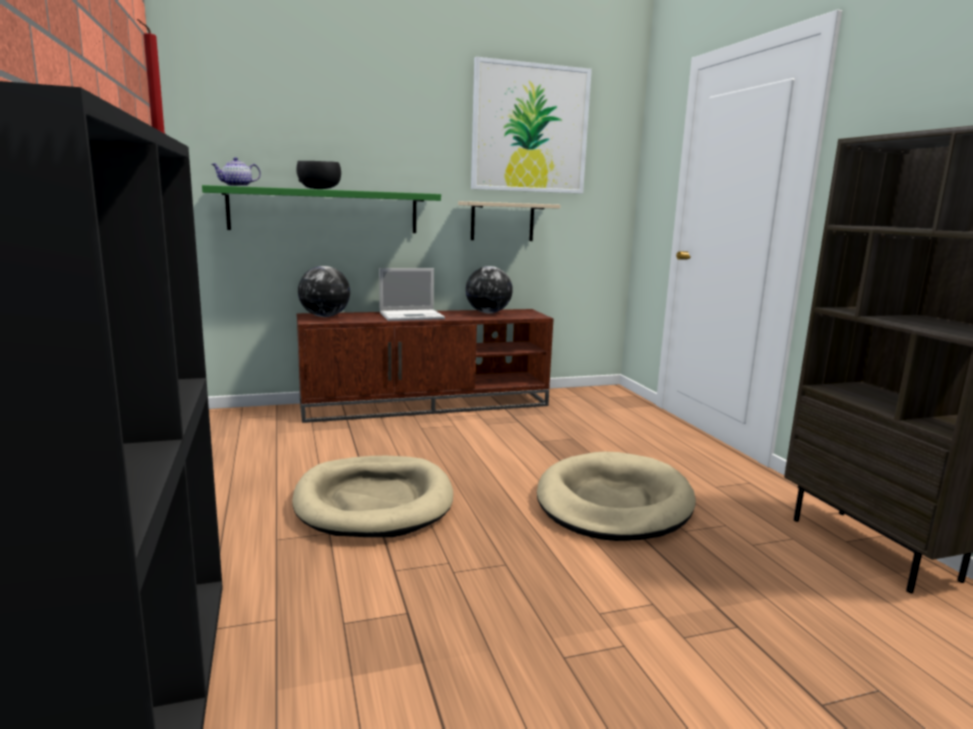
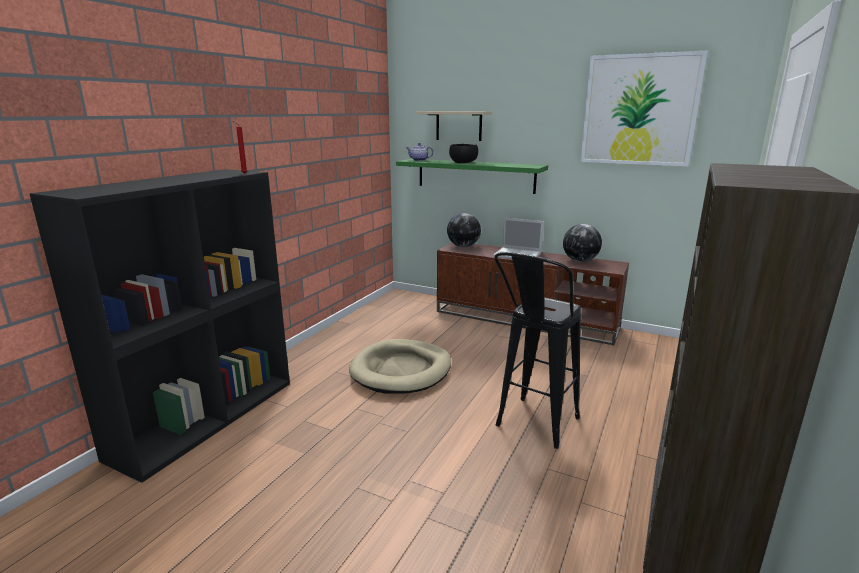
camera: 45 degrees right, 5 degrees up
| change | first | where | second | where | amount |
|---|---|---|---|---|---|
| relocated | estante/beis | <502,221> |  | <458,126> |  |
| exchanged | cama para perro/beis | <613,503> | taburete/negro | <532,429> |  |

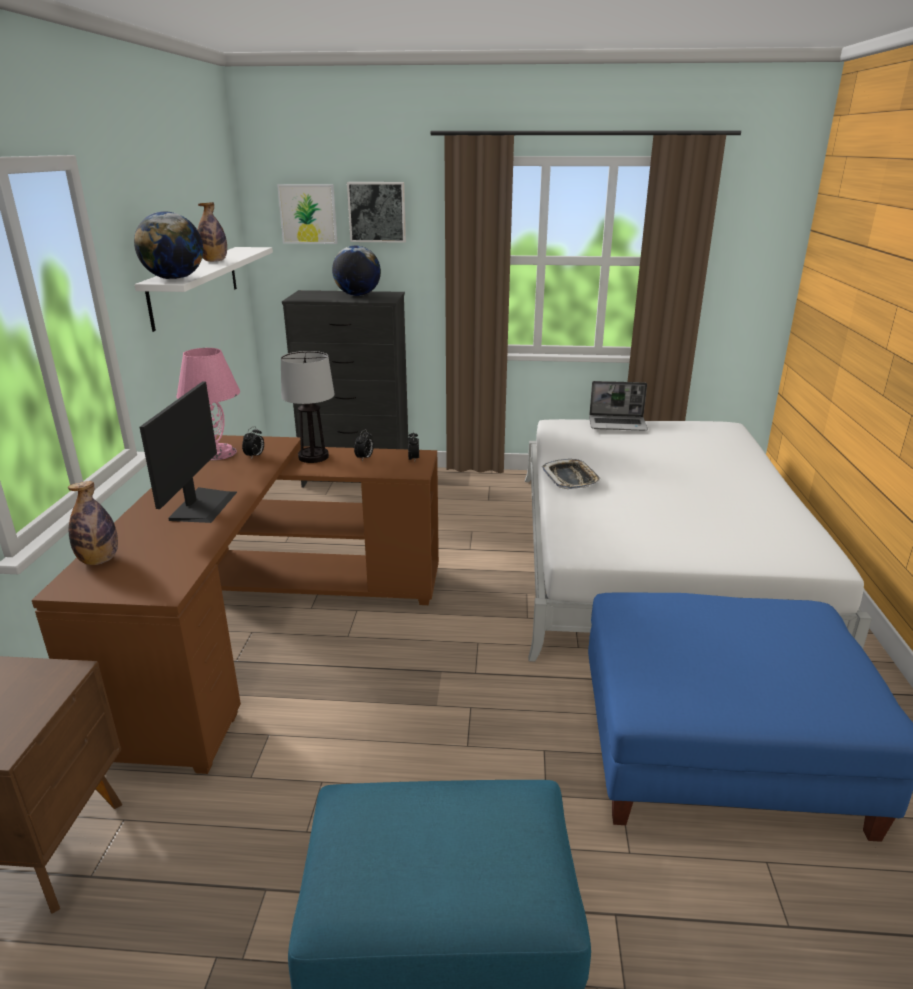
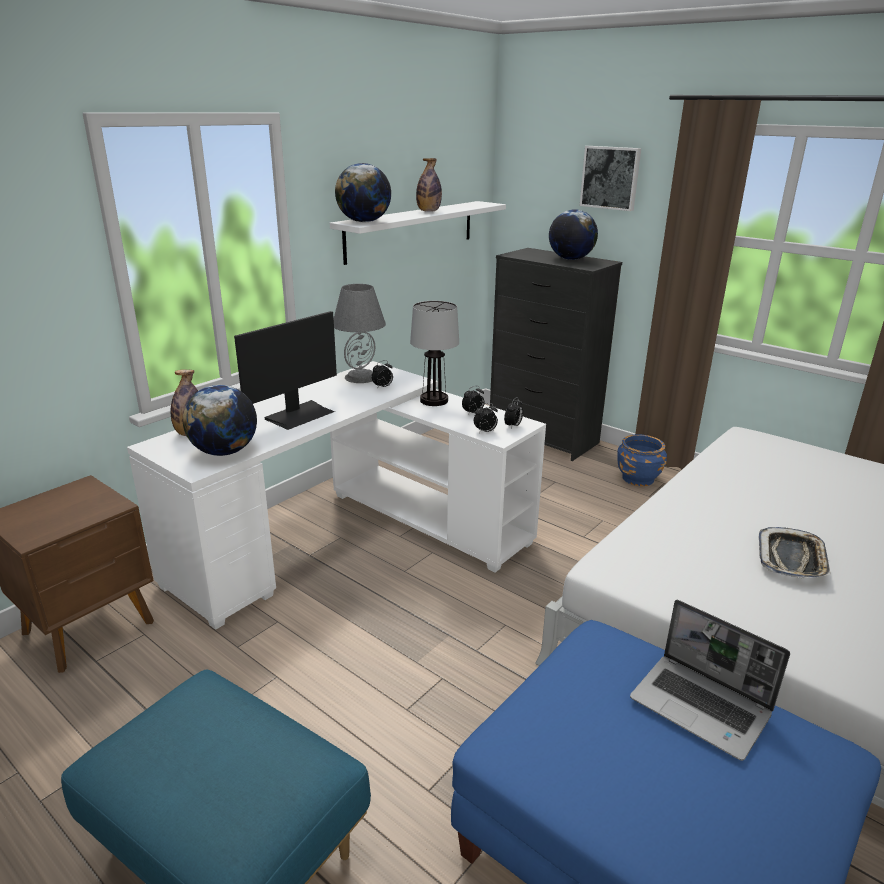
camera: 35 degrees right, 0 degrees up
| change | first | where | second | where | amount |
|---|---|---|---|---|---|
| missing | cuadro | <308,214> |  |  |  |
| appeared |  |  | globo terráqueo | <224,452> |  |
| appeared |  |  | despertador | <485,431> |  |
| appeared |  |  | maceta/azul | <638,478> |  |
| relocated | bandeja | <570,478> |  | <792,558> |  |
| relocated | portátil | <618,424> |  | <702,707> |  |
| colour | escritorio/marrón | <264,627> | escritorio/blanco | <352,538> |  |
| colour | lámpara de mesa/rosa | <217,453> | lámpara de mesa/gris | <361,377> |  |

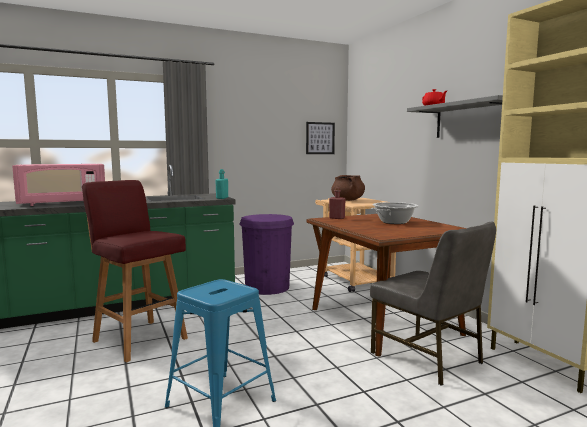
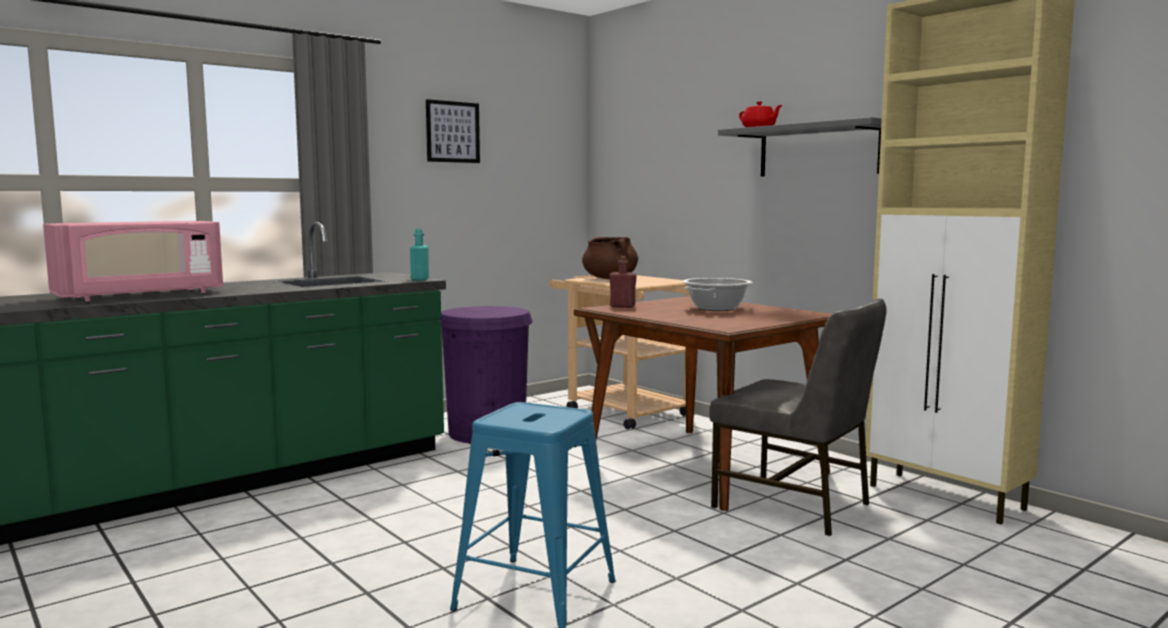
camera: 15 degrees left, 0 degrees up
| change | first | where | second | where | amount |
|---|---|---|---|---|---|
| missing | taburete/rojo | <139,339> |  |  |  |
| relocated | cuadro | <320,138> |  | <452,132> |  |

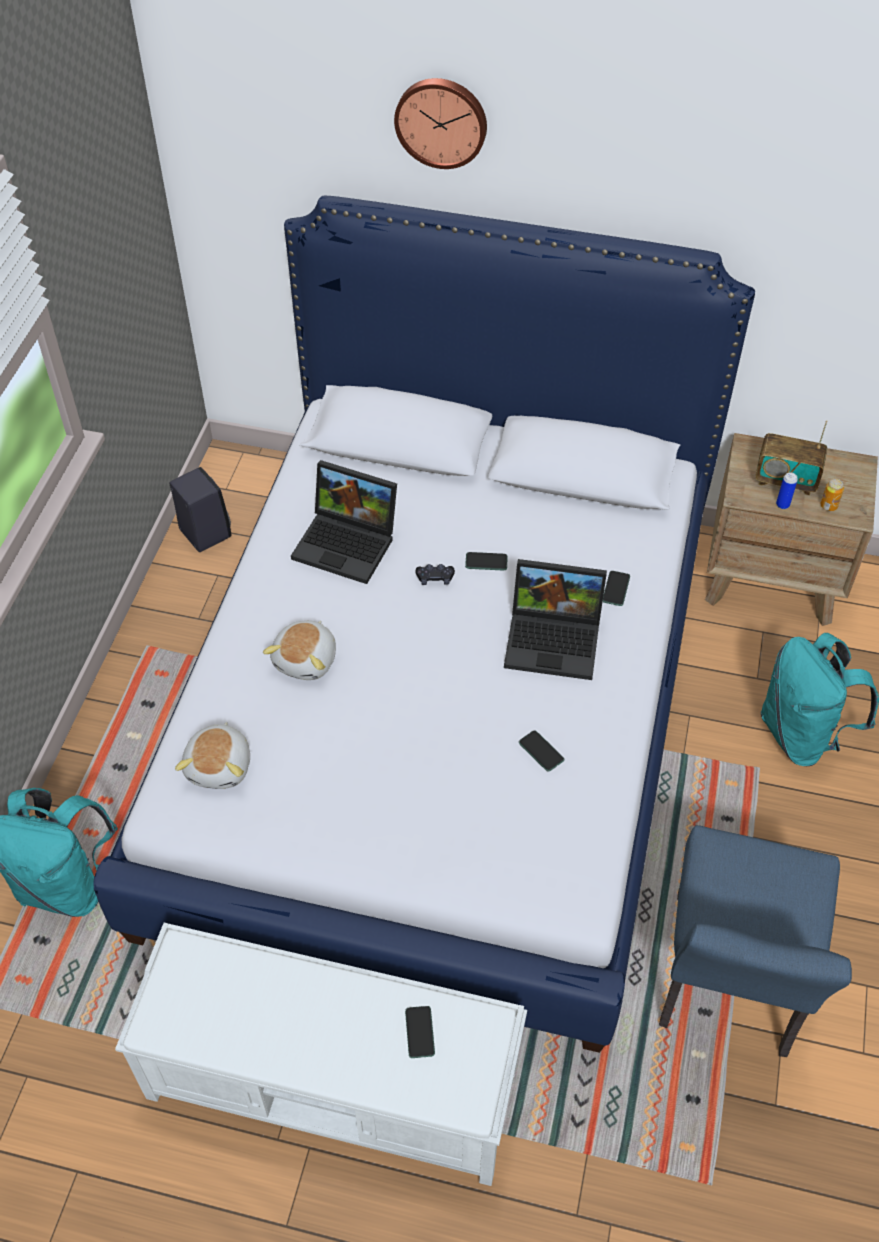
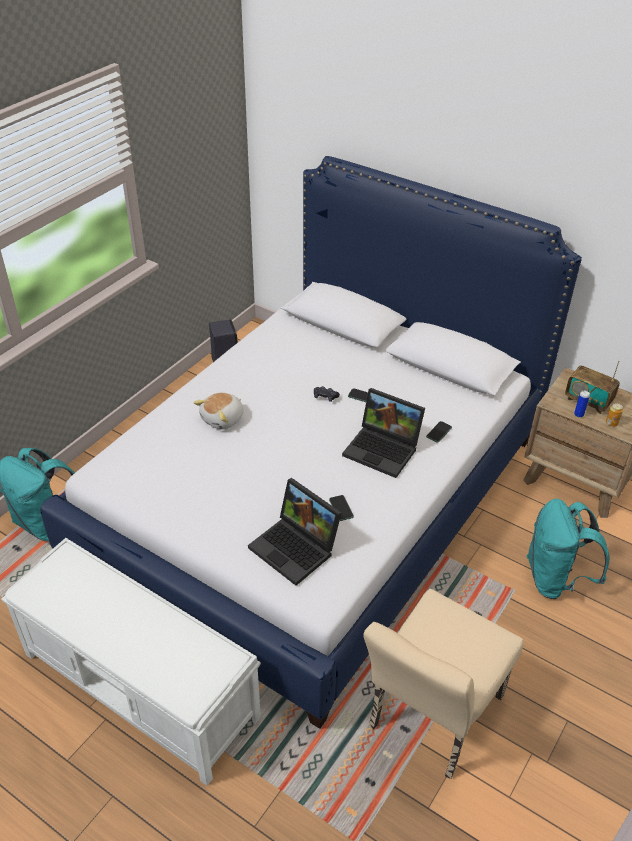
camera: 20 degrees right, 10 degrees down
| change | first | where | second | where | amount |
|---|---|---|---|---|---|
| missing | peluche | <220,766> |  |  |  |
| missing | reloj de pared | <441,121> |  |  |  |
| missing | móvil | <419,1032> |  |  |  |
| relocated | portátil | <348,543> |  | <296,548> |  |
| colour | silla/azul | <728,986> | silla/beis | <429,719> |  |

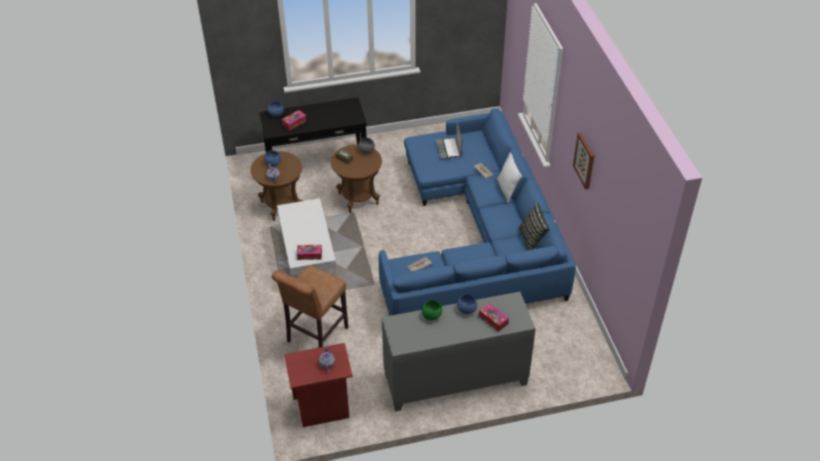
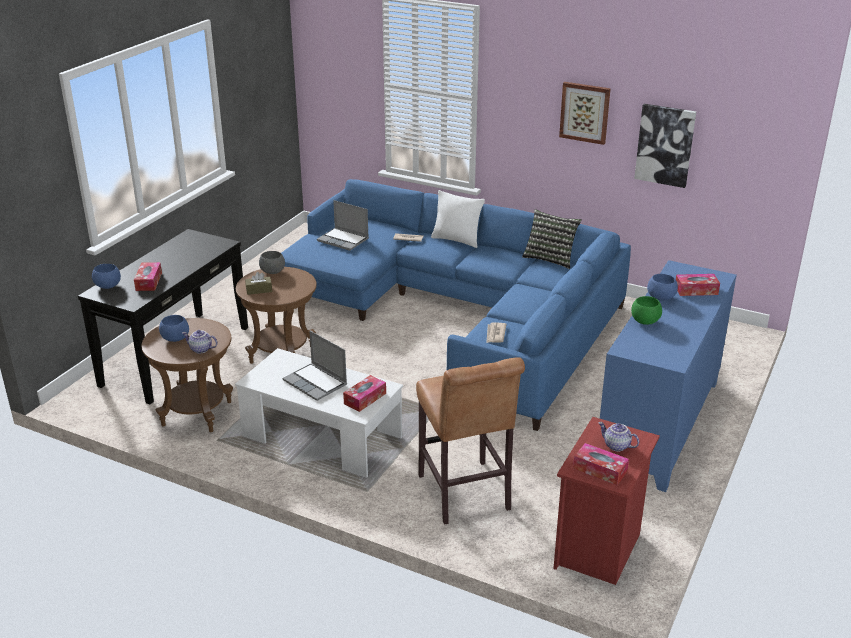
camera: 50 degrees left, 15 degrees down
| change | first | where | second | where | amount |
|---|---|---|---|---|---|
| appeared |  |  | portátil | <316,383> |  |
| appeared |  |  | caja de pañuelos | <600,470> |  |
| appeared |  |  | cuadro | <665,145> |  |
| colour | armario/gris | <455,380> | armario/azul | <660,425> |  |

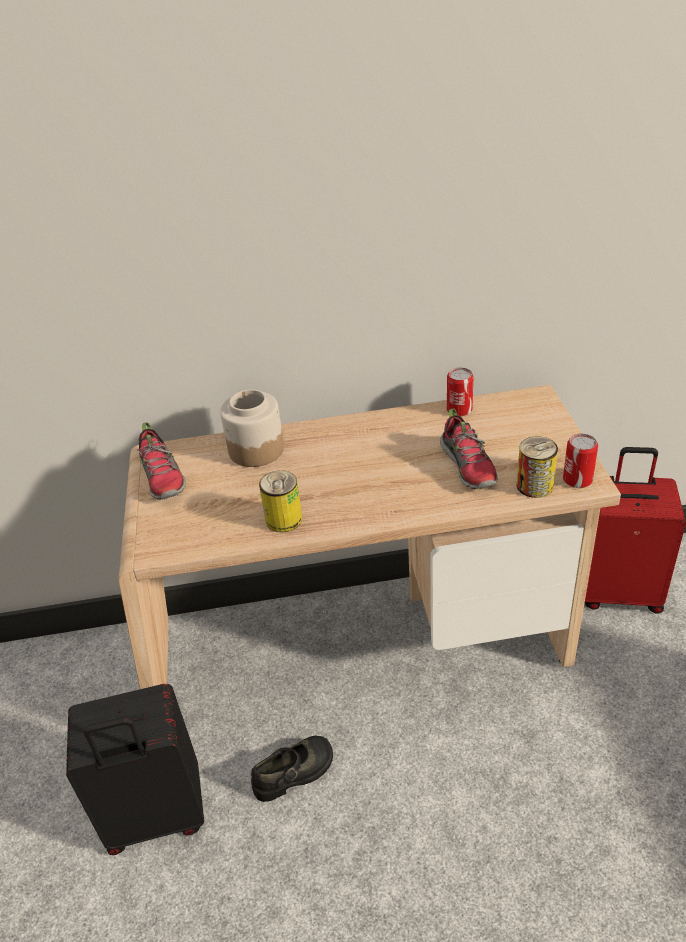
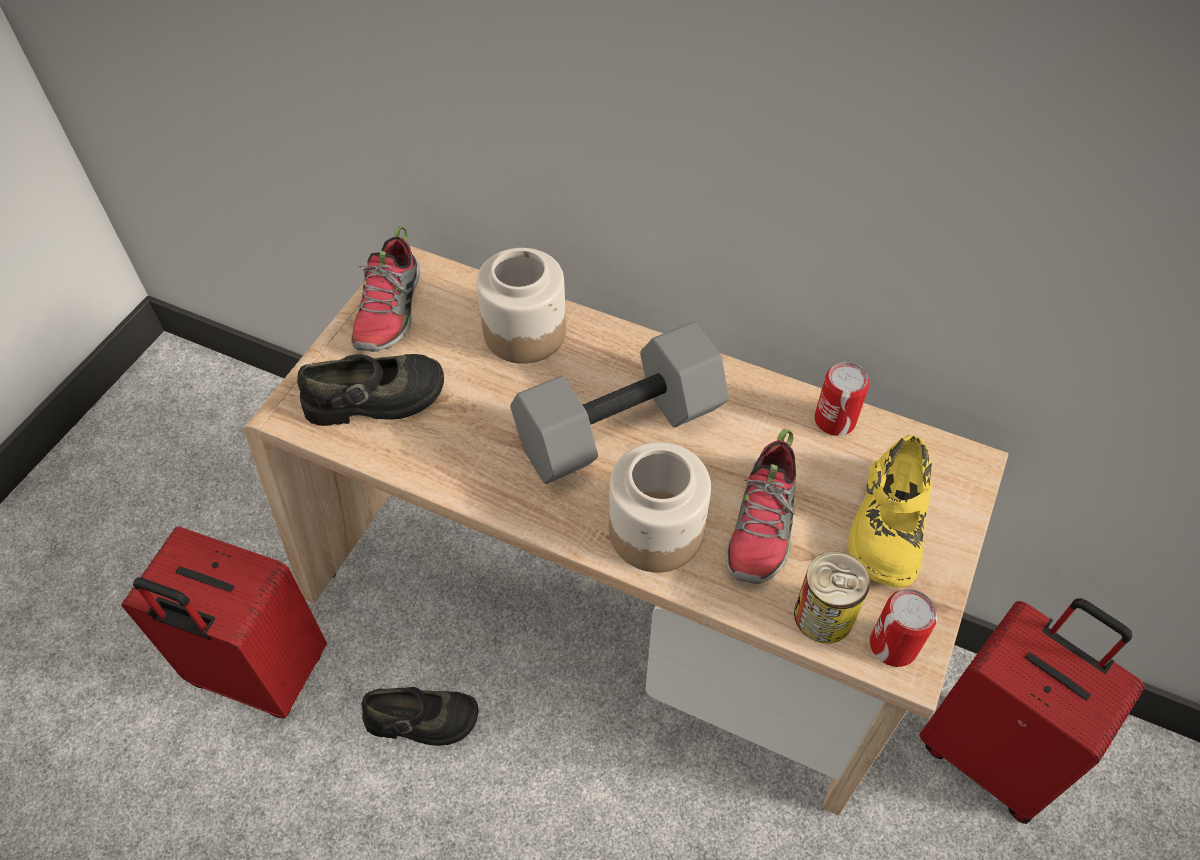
camera: 30 degrees right, 15 degrees up
| change | first | where | second | where | amount |
|---|---|---|---|---|---|
| missing | lata | <284,519> |  |  |  |
| appeared |  |  | zapato/negro | <375,399> |  |
| appeared |  |  | mancuerna/gris | <618,431> |  |
| appeared |  |  | tarro | <655,532> |  |
| appeared |  |  | zapato/amarillo | <887,524> |  |
| colour | maleta/negro | <156,818> | maleta/rojo | <258,674> |  |

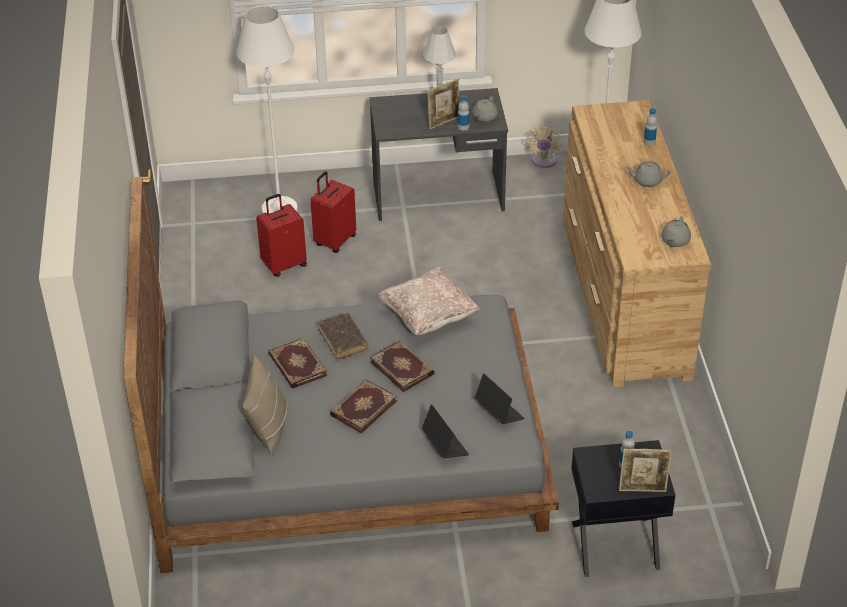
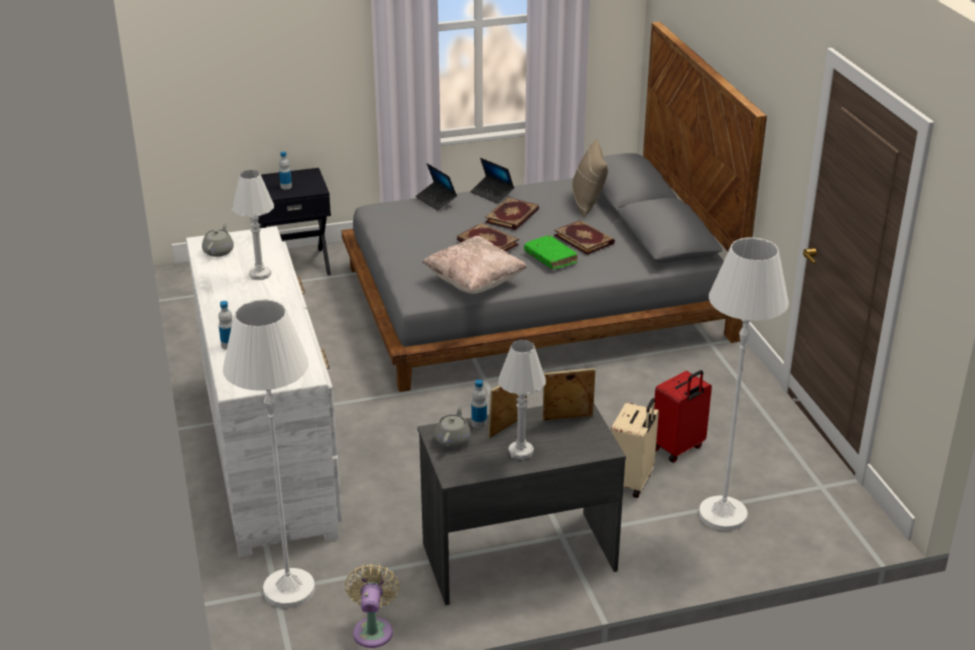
camera: 170 degrees right, 10 degrees down
| change | first | where | second | where | amount |
|---|---|---|---|---|---|
| missing | tetera/gris | <646,181> |  |  |  |
| appeared |  |  | lámpara de mesa/blanco | <259,274> |  |
| relocated | portátil | <499,412> |  | <492,194> |  |
| relocated | portarretratos | <642,489> |  | <567,419> |  |
| colour | maleta/rojo | <334,240> | maleta/beis | <632,482> |  |
| colour | libro/marrón | <343,340> | libro/verde | <550,257> |  |
| colour | cómoda/marrón | <624,296> | cómoda/blanco | <268,451> |  |

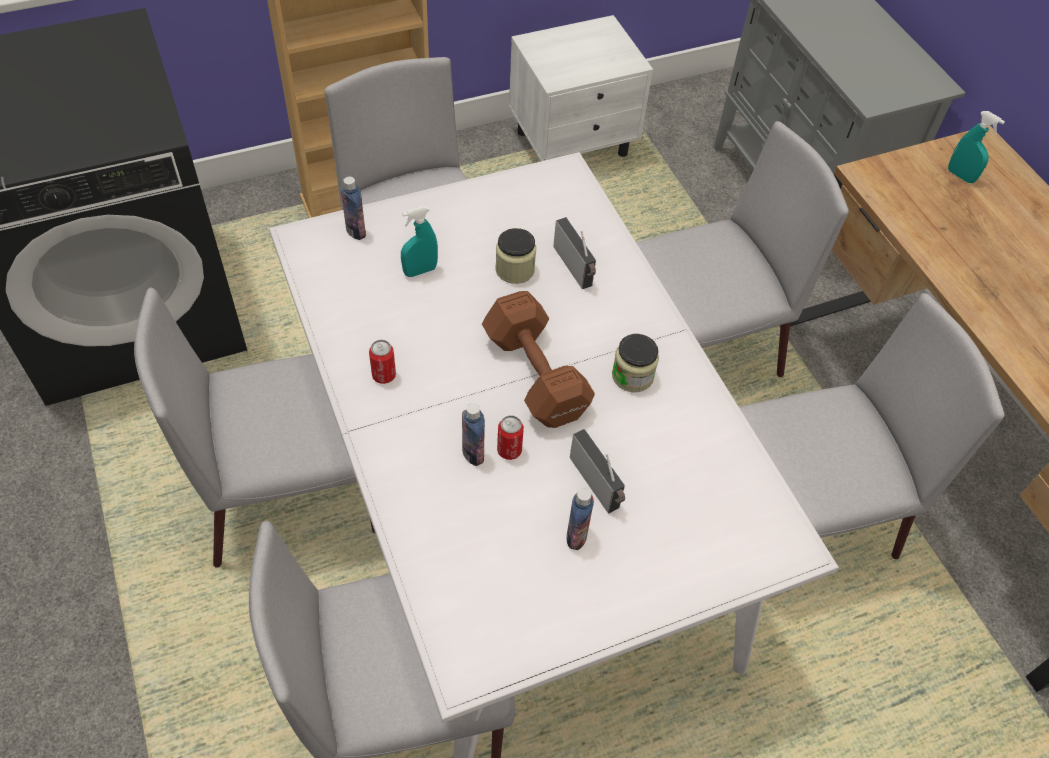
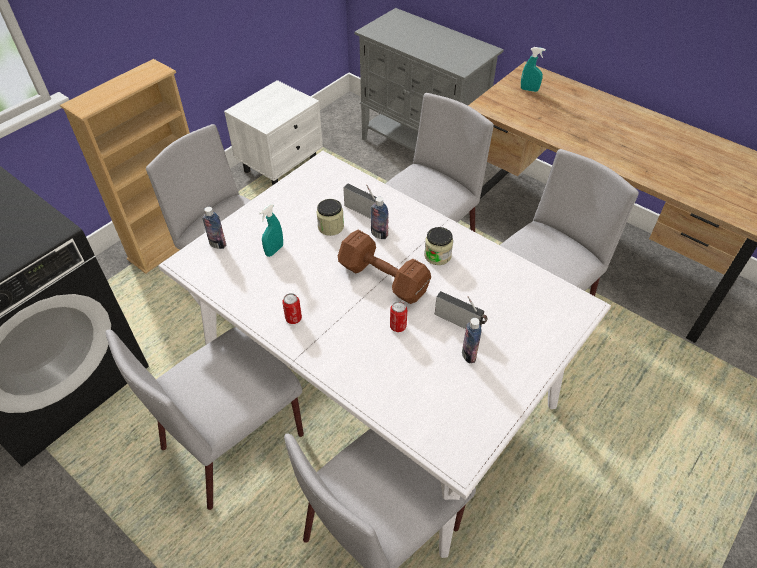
camera: 25 degrees left, 5 degrees down
| change | first | where | second | where | amount |
|---|---|---|---|---|---|
| relocated | botella | <473,453> |  | <379,234> |  |

